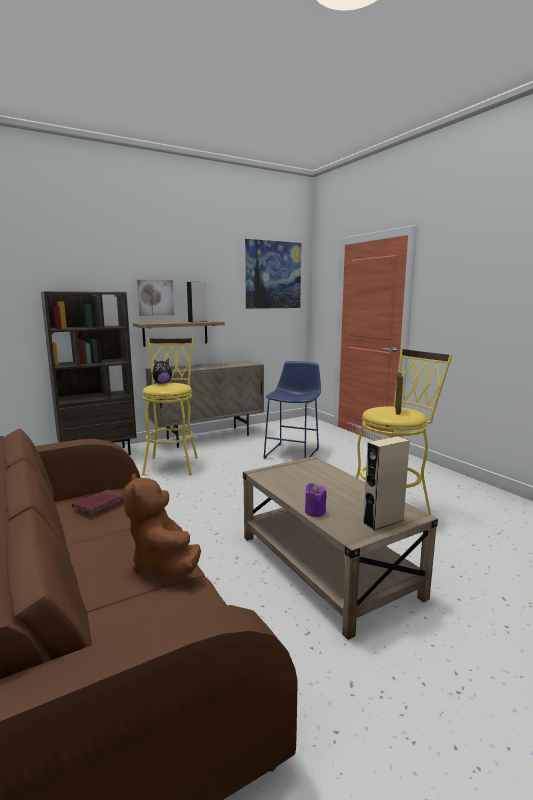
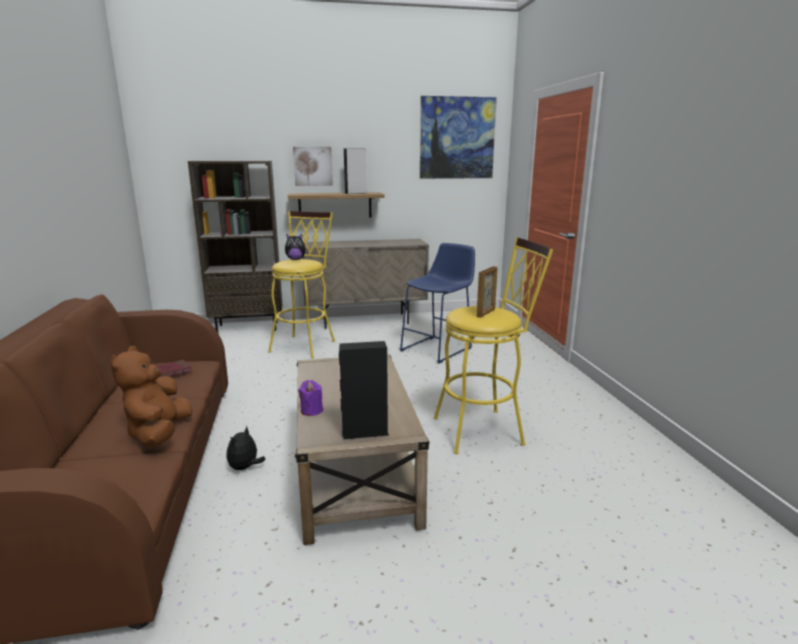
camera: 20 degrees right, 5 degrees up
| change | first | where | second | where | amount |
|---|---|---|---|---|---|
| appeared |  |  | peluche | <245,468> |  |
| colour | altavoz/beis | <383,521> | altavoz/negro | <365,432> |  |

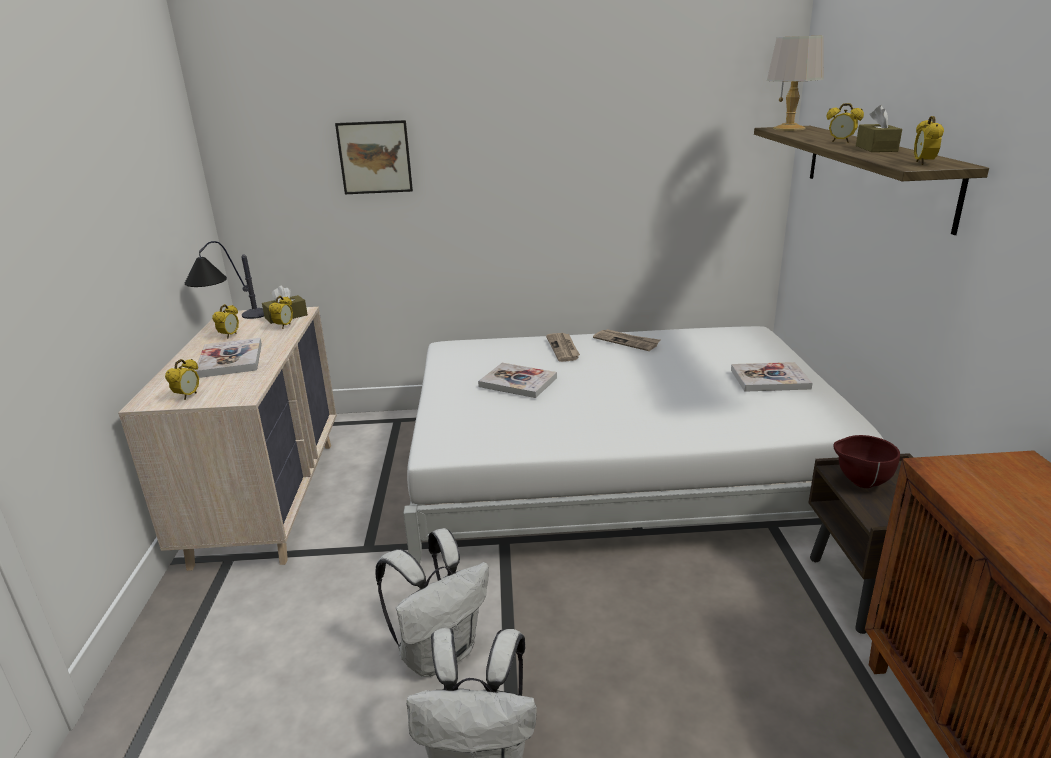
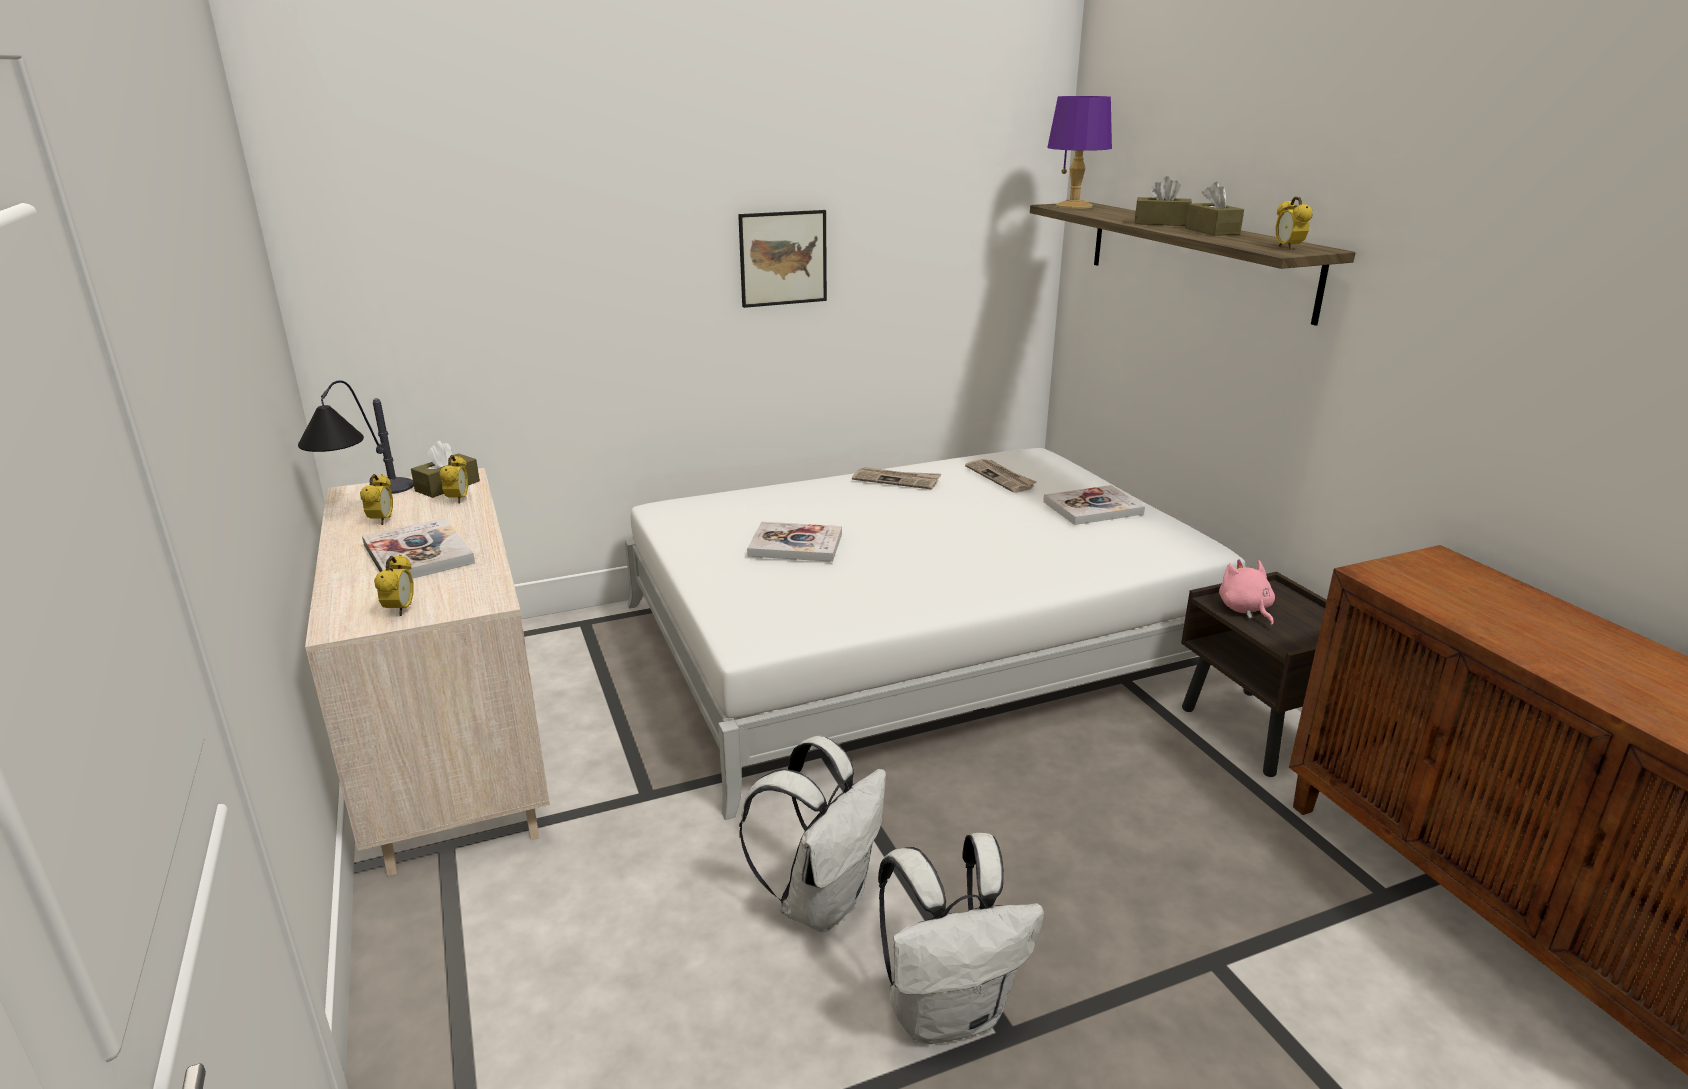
camera: 20 degrees left, 0 degrees up
| change | first | where | second | where | amount |
|---|---|---|---|---|---|
| relocated | cuadro | <375,157> |  | <783,258> |  |
| relocated | periódico | <563,348> |  | <1001,478> |  |
| exchanged | despertador | <841,142> | caja de pañuelos/marrón | <1161,223> |  |
| exchanged | cuenco/marrón | <859,483> | peluche/rosa | <1245,610> |  |
| colour | lámpara de mesa/gris | <789,129> | lámpara de mesa/morado | <1074,206> |  |

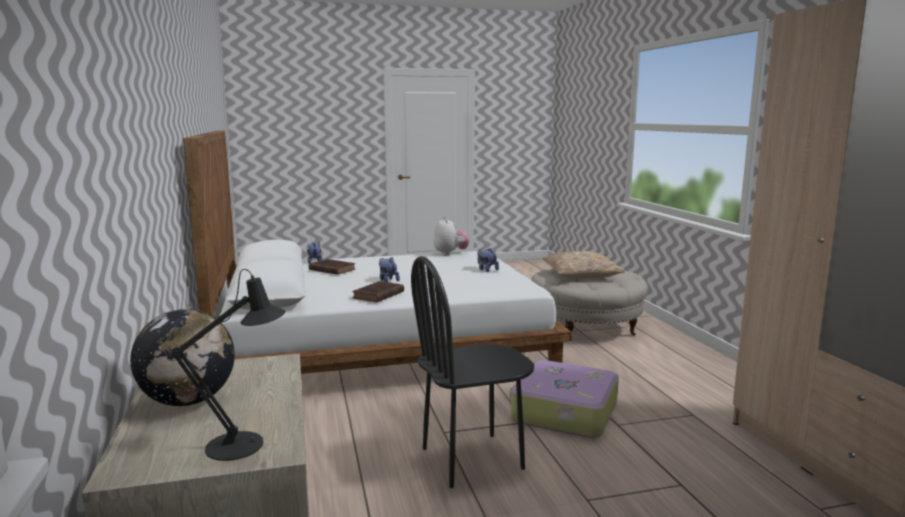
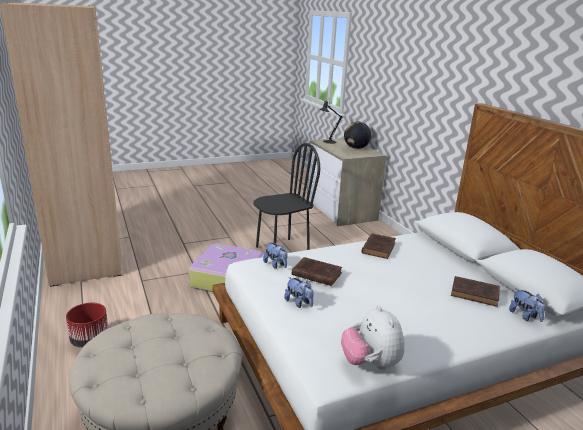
camera: 170 degrees right, 10 degrees up
| change | first | where | second | where | amount |
|---|---|---|---|---|---|
| missing | cojín/beis | <581,274> |  |  |  |
| appeared |  |  | maceta/rojo | <89,340> |  |
| appeared |  |  | libro/marrón | <315,274> |  |
| relocated | peluche | <387,280> |  | <276,265> |  |

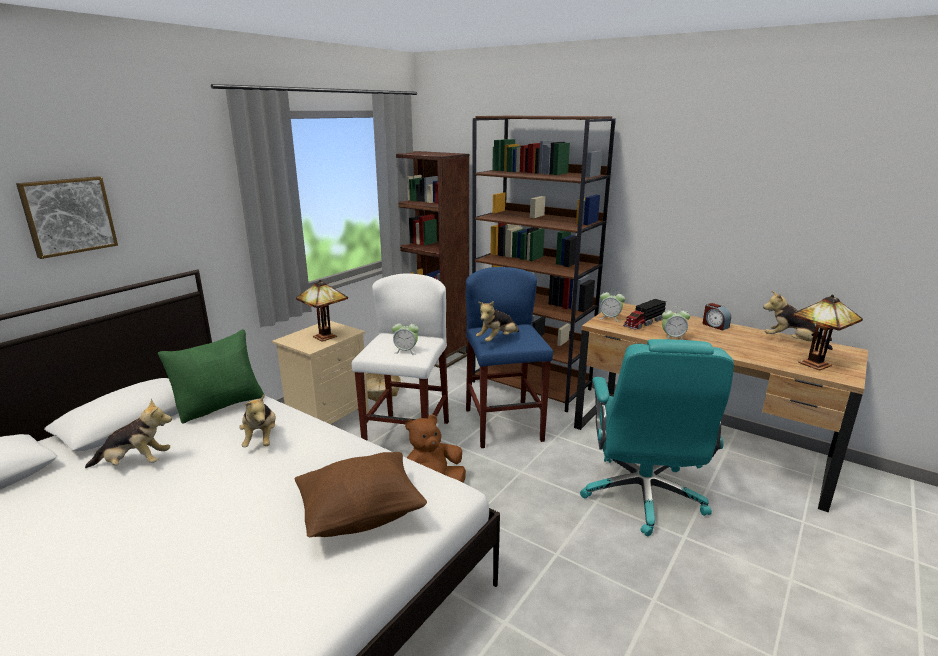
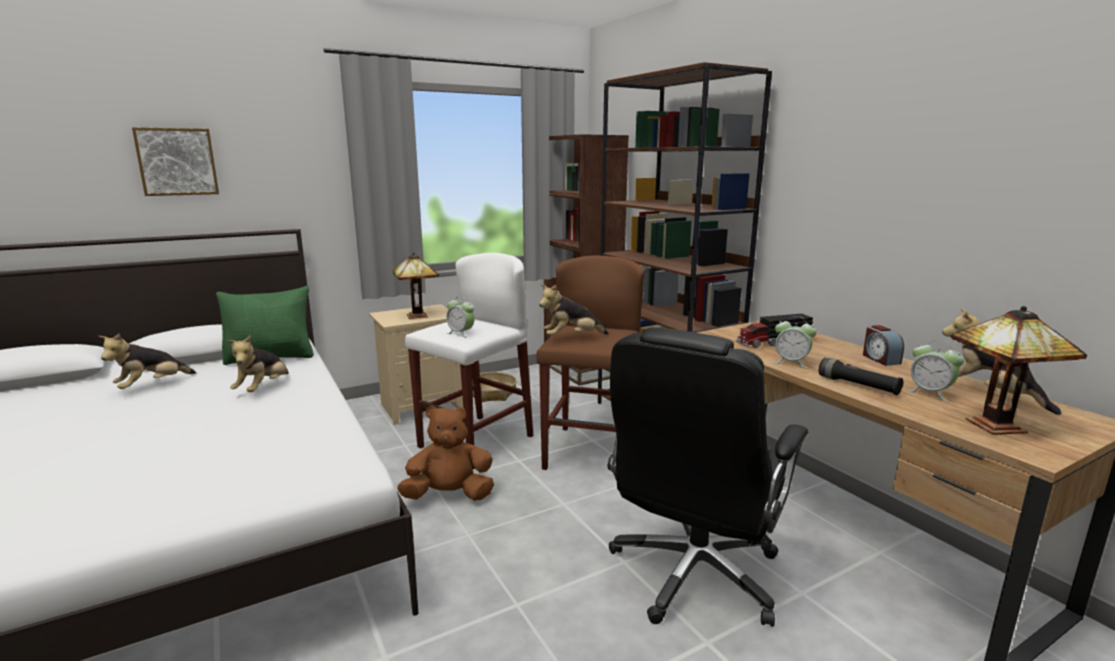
camera: 25 degrees right, 5 degrees down
| change | first | where | second | where | amount |
|---|---|---|---|---|---|
| missing | cojín/marrón | <361,514> |  |  |  |
| appeared |  |  | linterna/negro | <858,385> |  |
| relocated | despertador | <610,318> |  | <930,393> |  |
| colour | taburete/azul | <503,425> | taburete/marrón | <591,452> |  |
| colour | silla de oficina/turquesa | <643,496> | silla de oficina/negro | <694,574> |  |
| spun | peluche | <135,463> |  | <151,386> | 105 degrees clockwise |

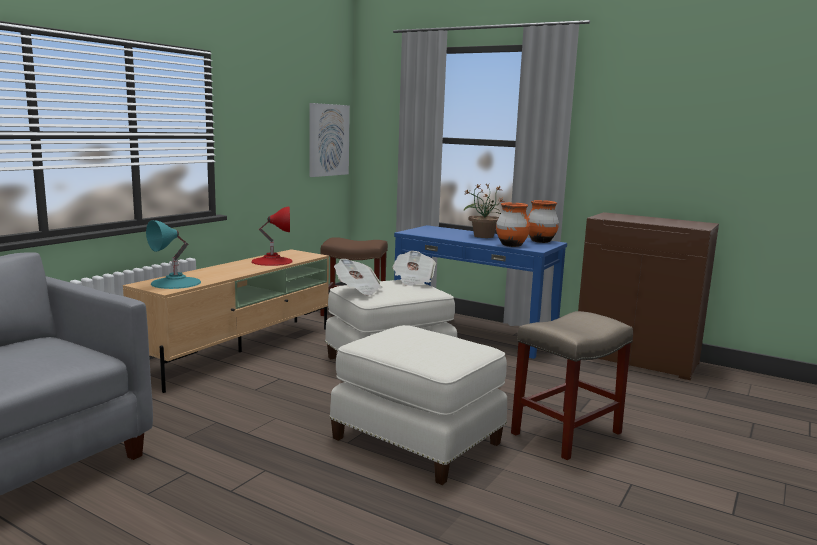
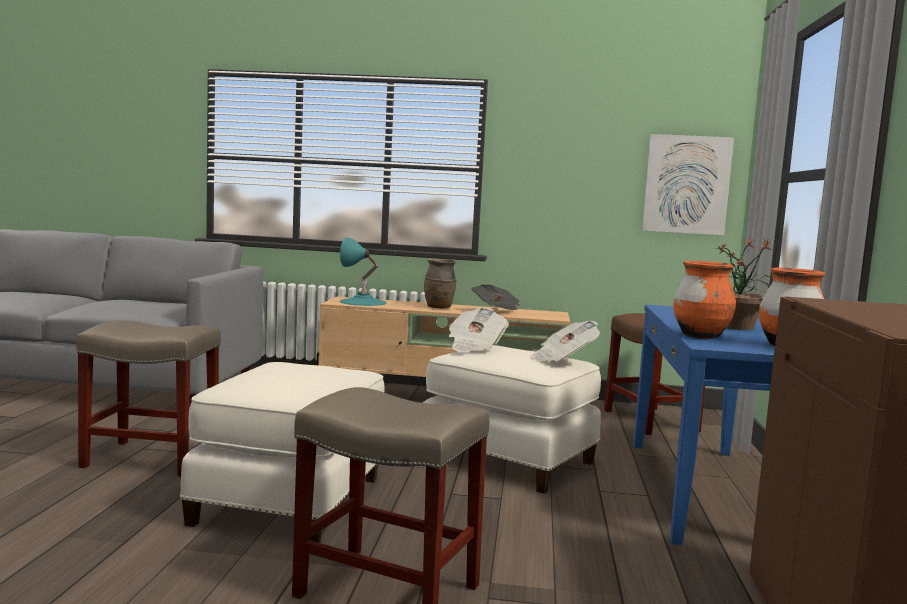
camera: 65 degrees right, 5 degrees down
| change | first | where | second | where | amount |
|---|---|---|---|---|---|
| appeared |  |  | taburete/beis | <153,458> |  |
| appeared |  |  | florero/marrón | <439,307> |  |
| exchanged | lámpara de mesa/rojo | <272,261> | periódico | <497,311> |  |

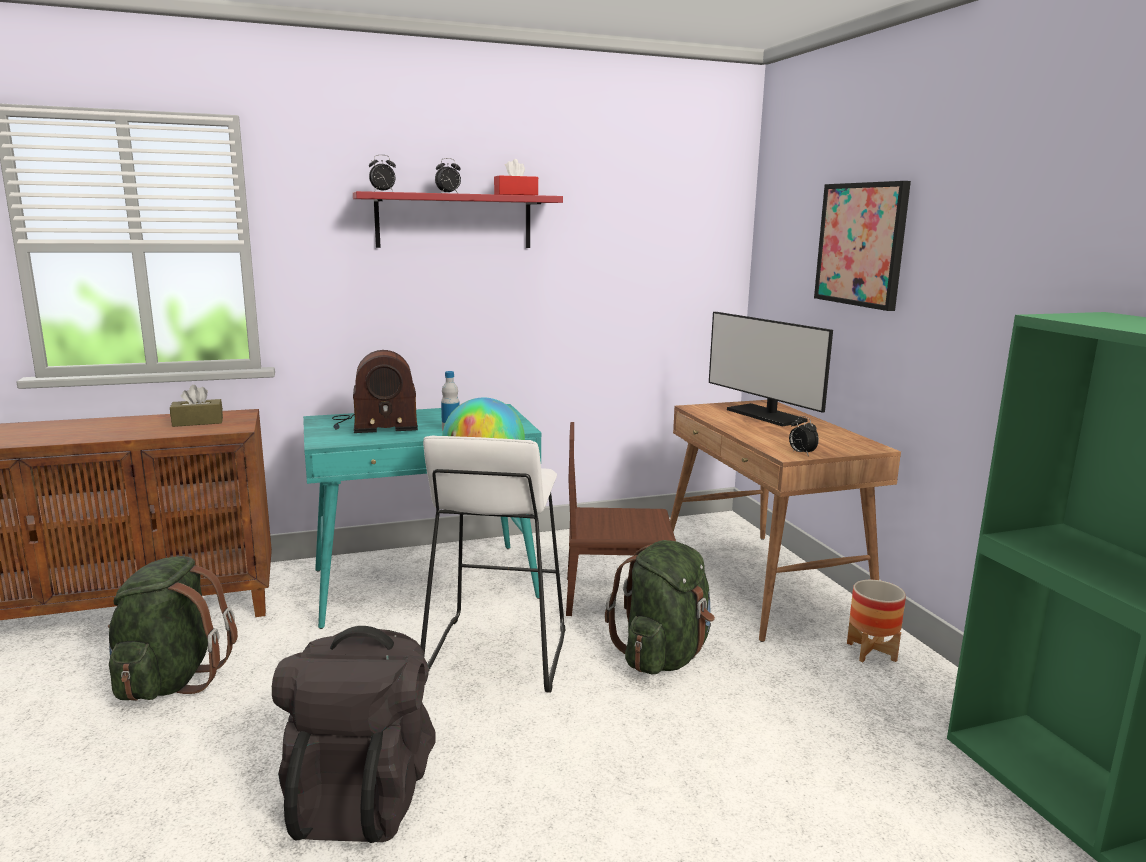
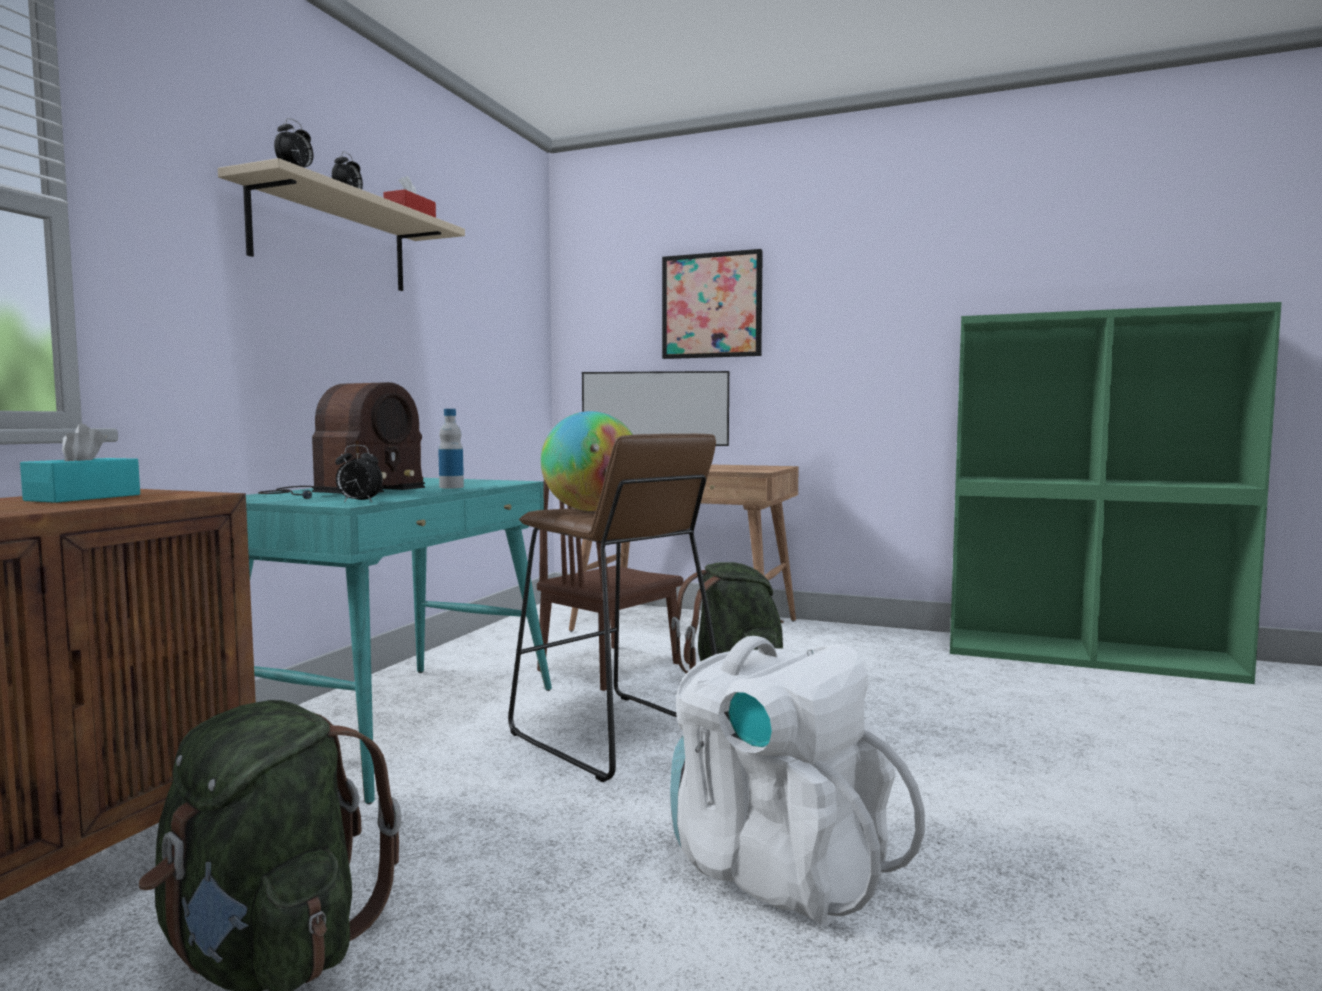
camera: 50 degrees left, 10 degrees down
| change | first | where | second | where | amount |
|---|---|---|---|---|---|
| missing | maceta | <871,652> |  |  |  |
| relocated | despertador | <801,453> |  | <358,502> |  |
| colour | caja de pañuelos/marrón | <198,422> | caja de pañuelos/turquesa | <84,497> |  |
| colour | mochila/negro | <362,794> | mochila/blanco | <777,868> |  |
| colour | estante/rojo | <454,221> | estante/beis | <332,240> |  |
| colour | taburete/blanco | <495,654> | taburete/marrón | <616,735> |  |

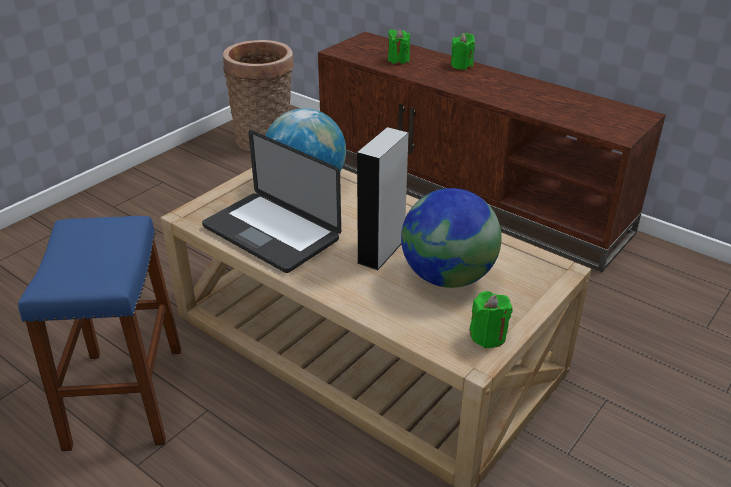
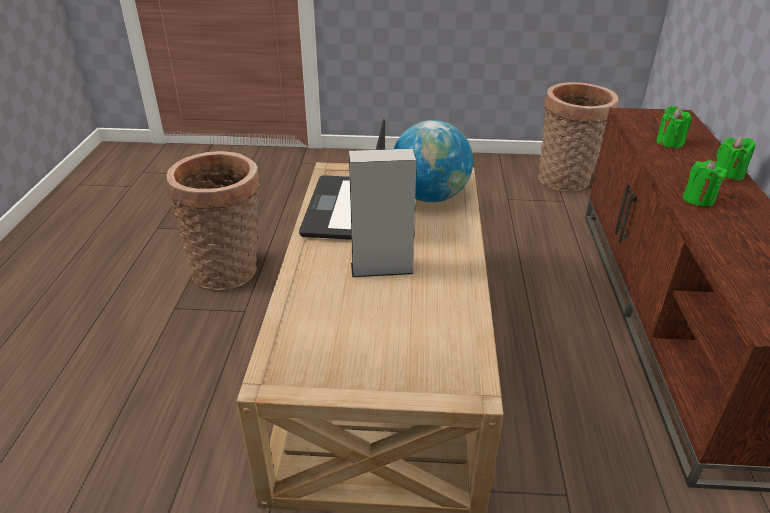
camera: 55 degrees right, 0 degrees up
| change | first | where | second | where | amount |
|---|---|---|---|---|---|
| missing | globo terráqueo | <447,277> |  |  |  |
| relocated | vela/verde | <488,336> |  | <698,200> |  |
| exchanged | taburete/azul | <126,396> | cesta | <229,271> |  |

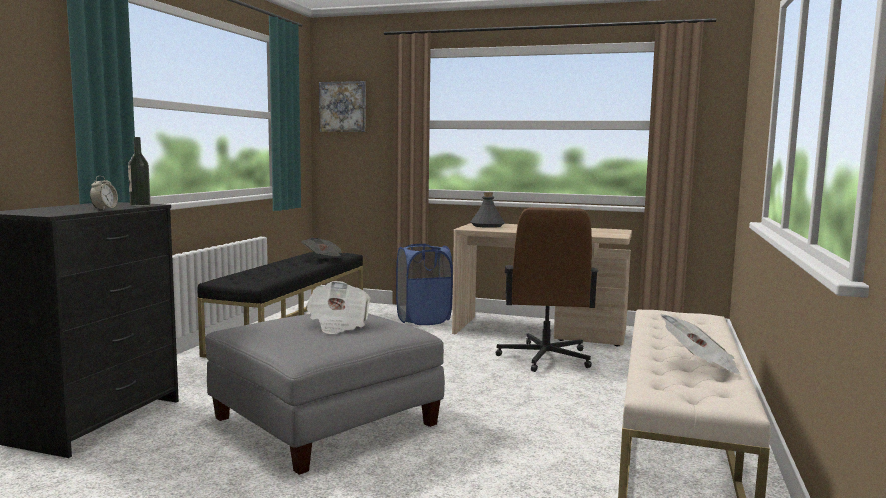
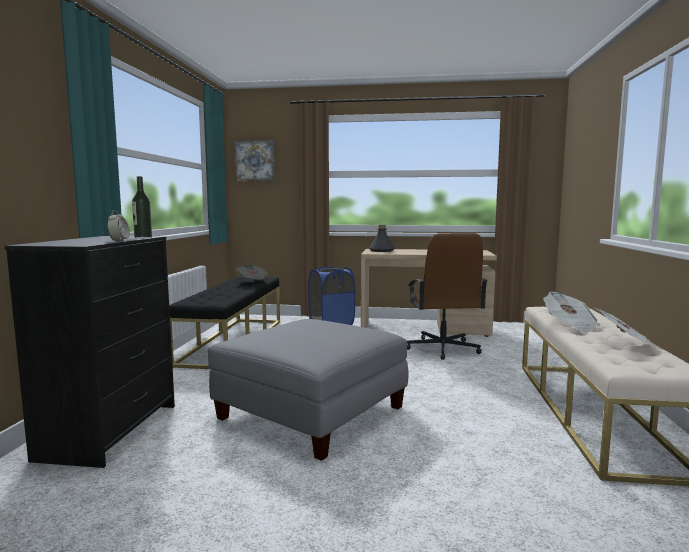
camera: 10 degrees left, 0 degrees up
| change | first | where | second | where | amount |
|---|---|---|---|---|---|
| relocated | periódico | <338,325> |  | <570,326> |  |

